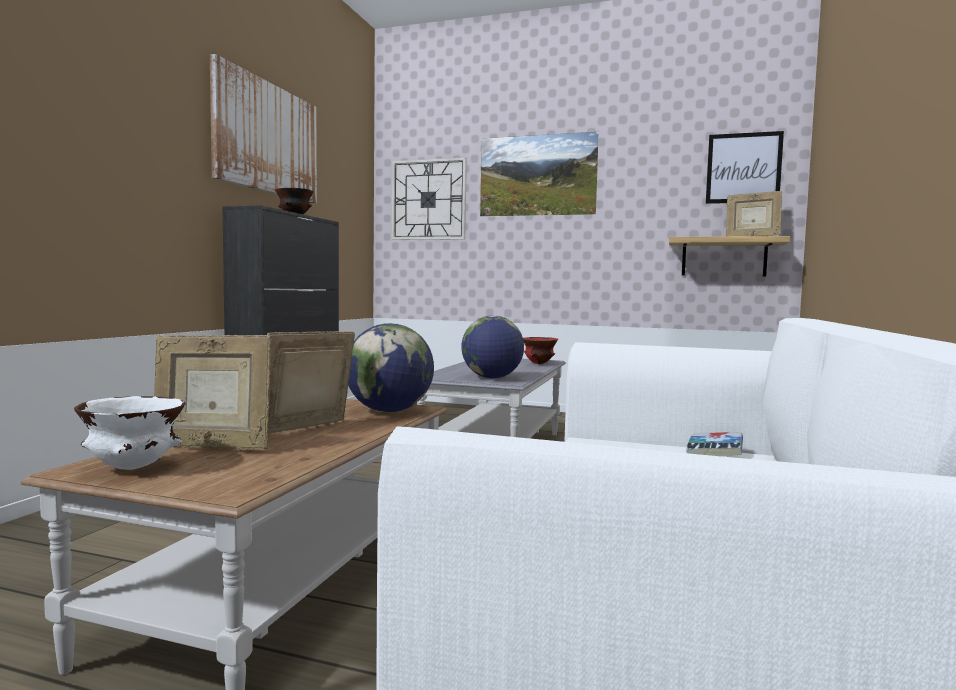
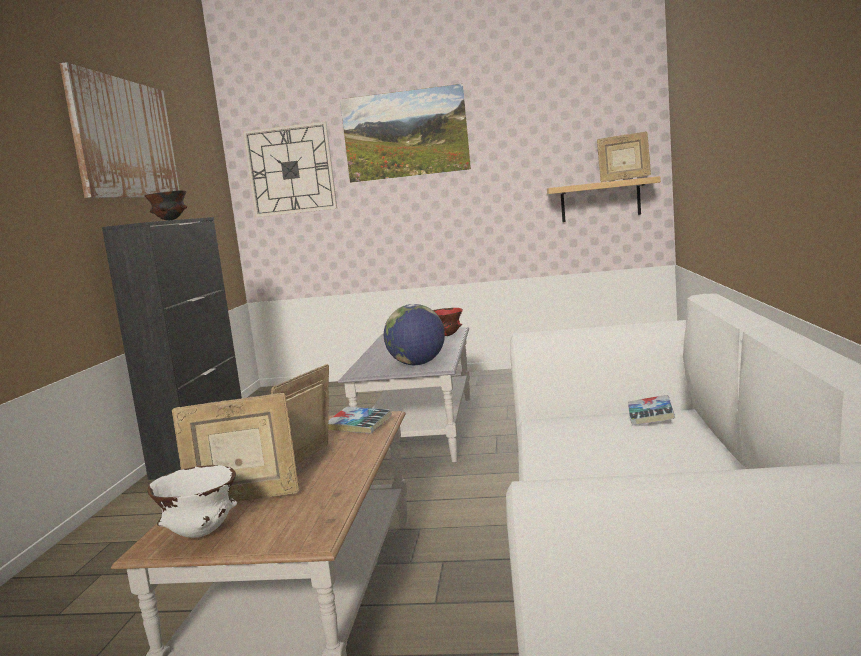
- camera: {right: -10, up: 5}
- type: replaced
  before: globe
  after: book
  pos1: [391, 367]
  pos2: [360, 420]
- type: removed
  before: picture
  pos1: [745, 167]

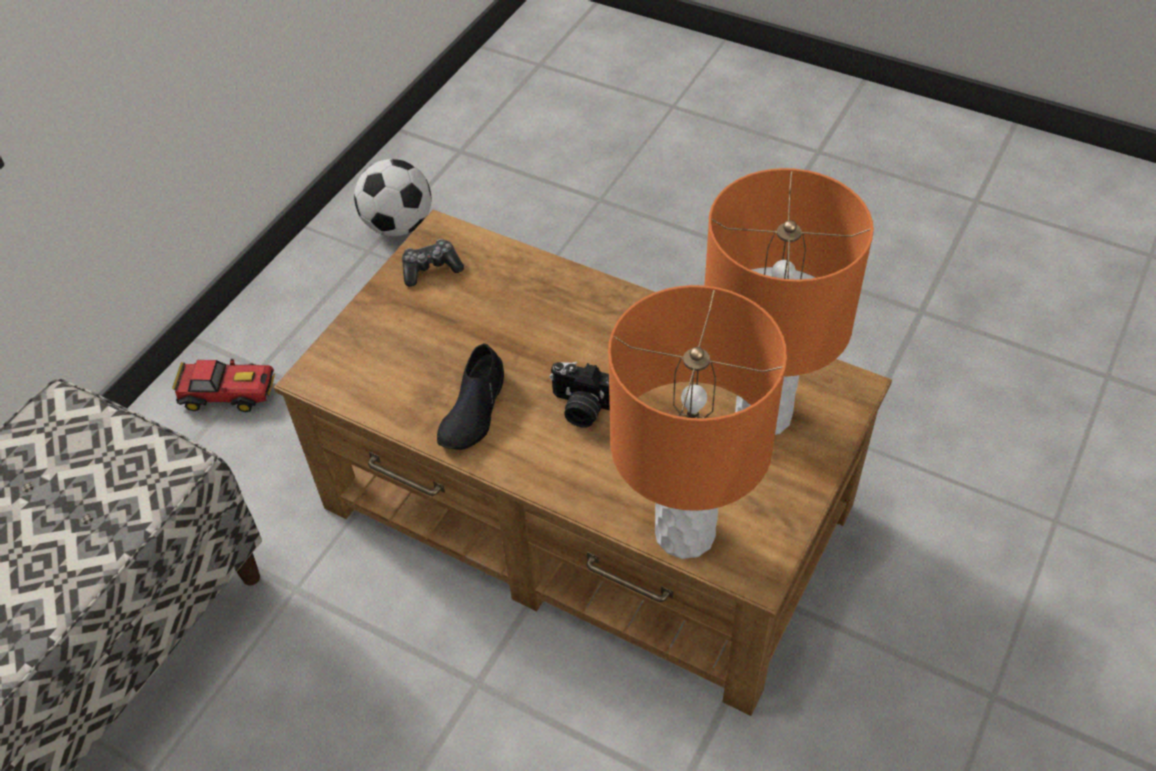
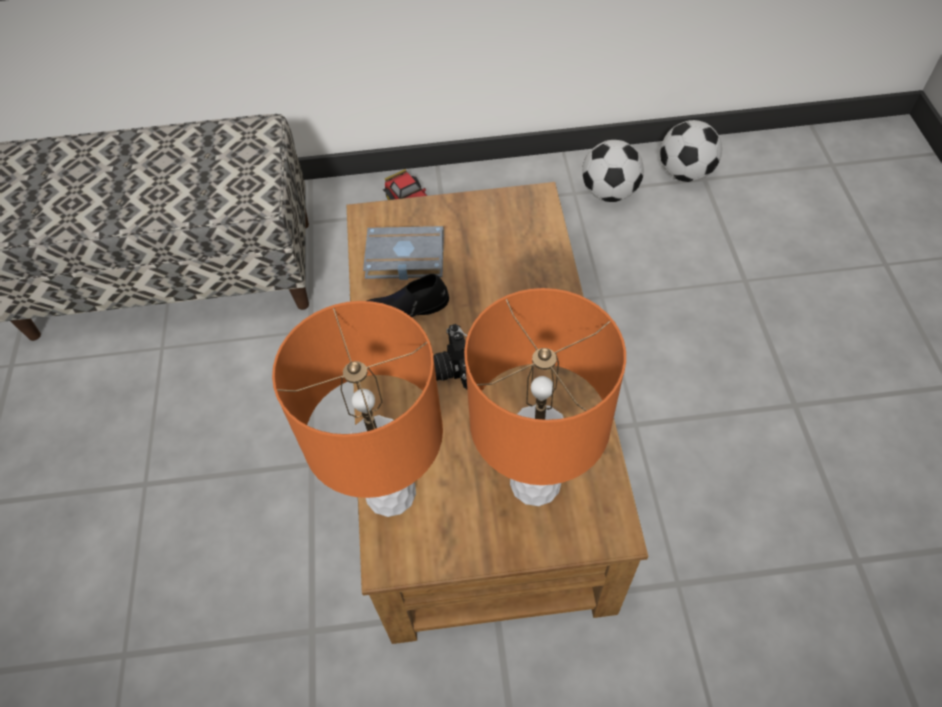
- camera: {right: 55, up: 5}
- type: added
  after: book in grey
  pos2: [403, 253]
- type: added
  after: football
  pos2: [691, 151]
- type: removed
  before: game controller
  pos1: [433, 263]

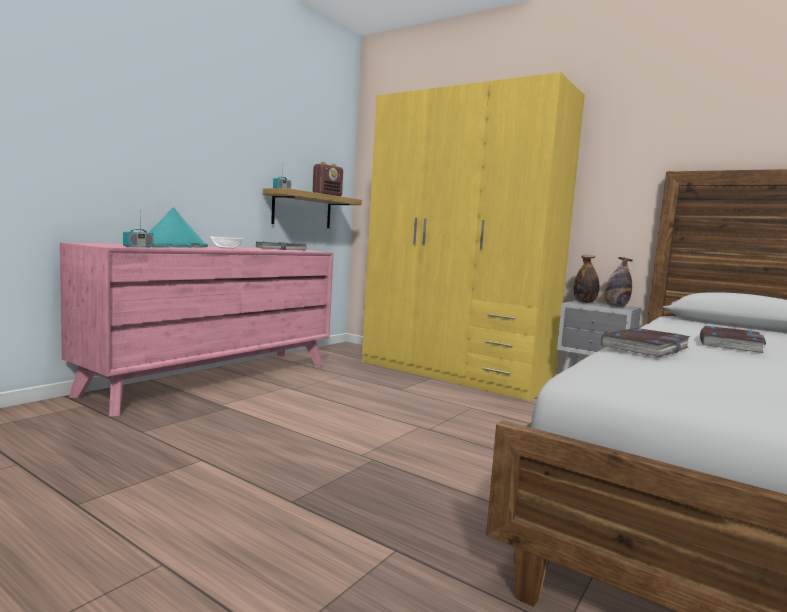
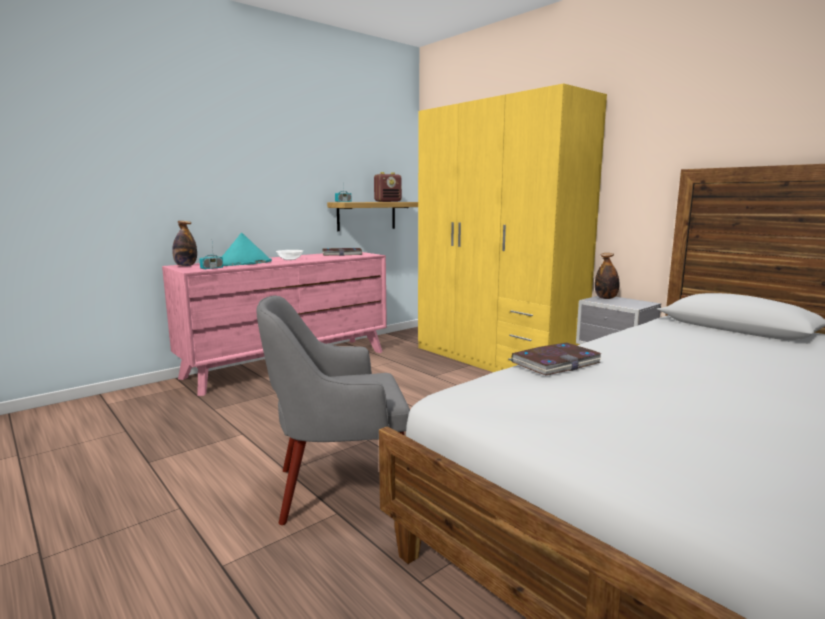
- camera: {right: 15, up: 5}
- type: moved
  before: bottle
  pos1: [618, 282]
  pos2: [184, 243]
- type: added
  after: armchair in grey
  pos2: [333, 410]
- type: removed
  before: book
  pos1: [733, 339]

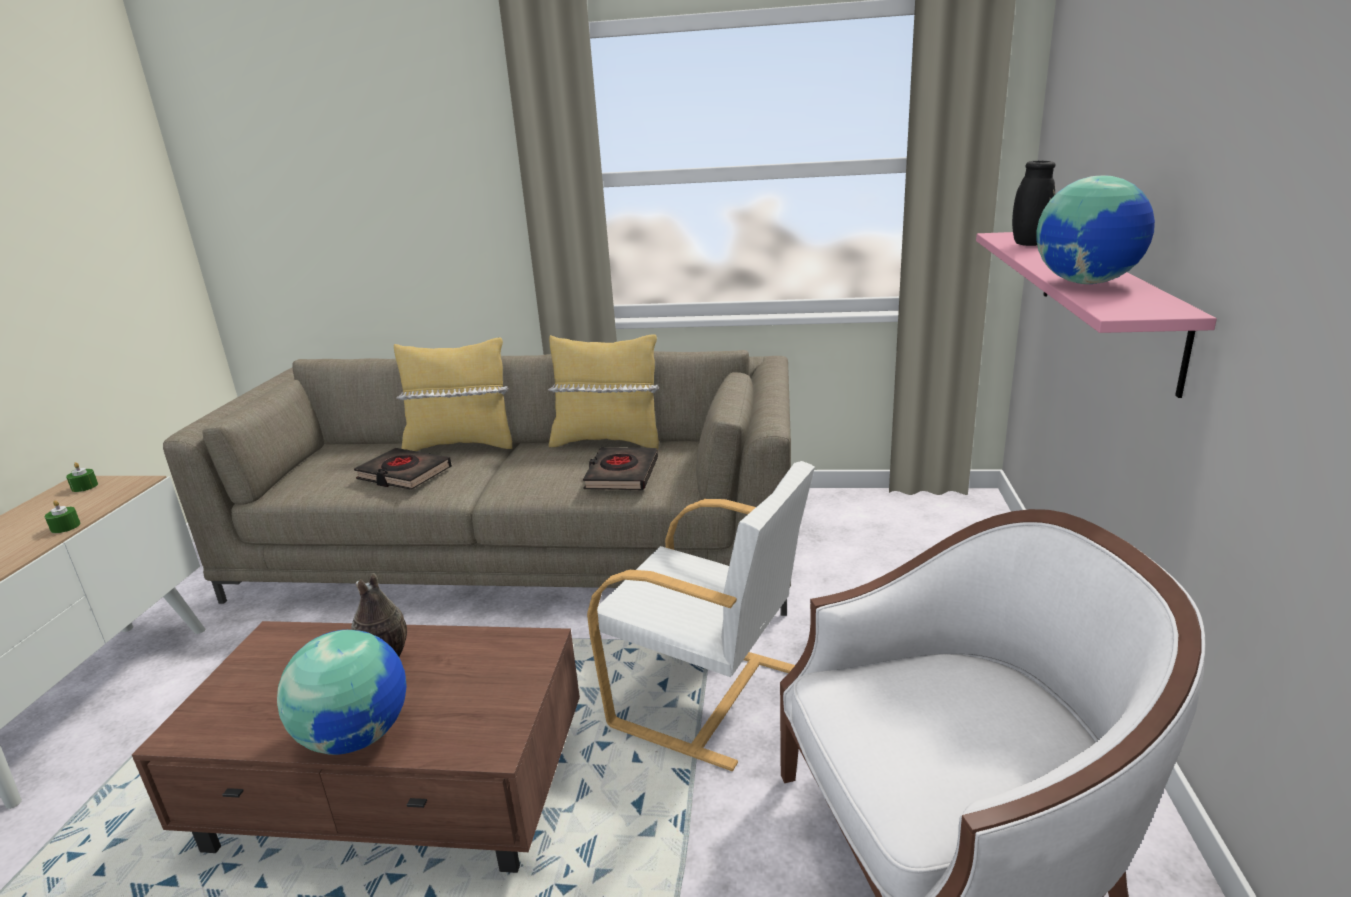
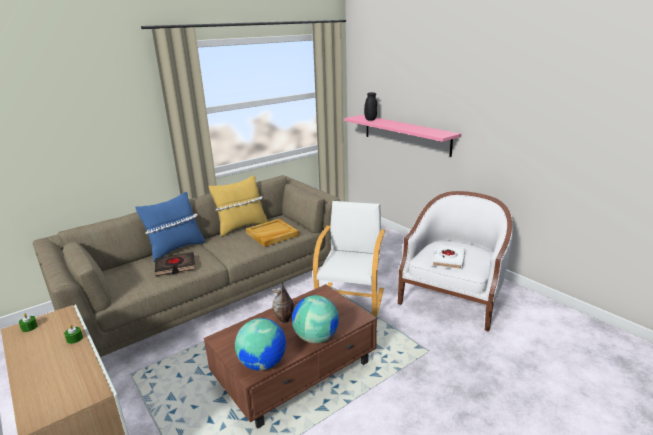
- camera: {right: -45, up: 0}
- type: recoloured
  before: pillow in yellow
  after: pillow in blue
  pos1: [453, 394]
  pos2: [170, 227]
- type: moved
  before: globe
  pos1: [1095, 230]
  pos2: [260, 344]
- type: replaced
  before: book in black
  after: tray in beige
  pos1: [620, 468]
  pos2: [272, 233]
- type: turned
  before: armchair in white
  pos1: [701, 616]
  pos2: [349, 258]
  turn: -60
- type: added
  after: book in white
  pos2: [448, 257]

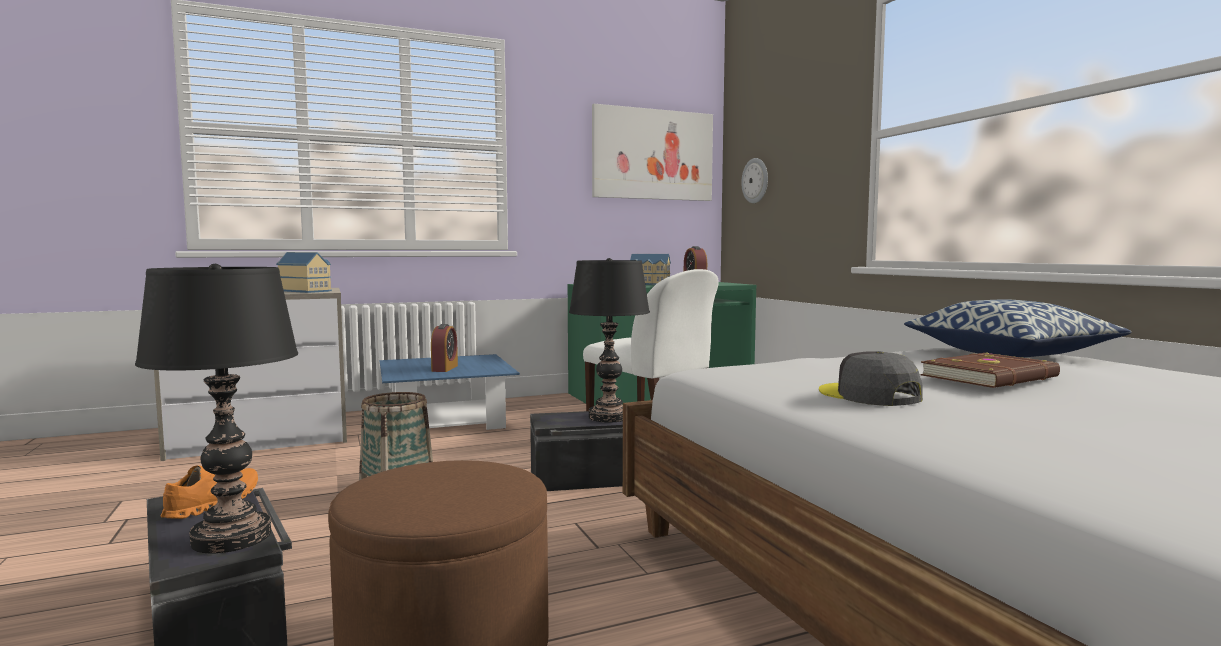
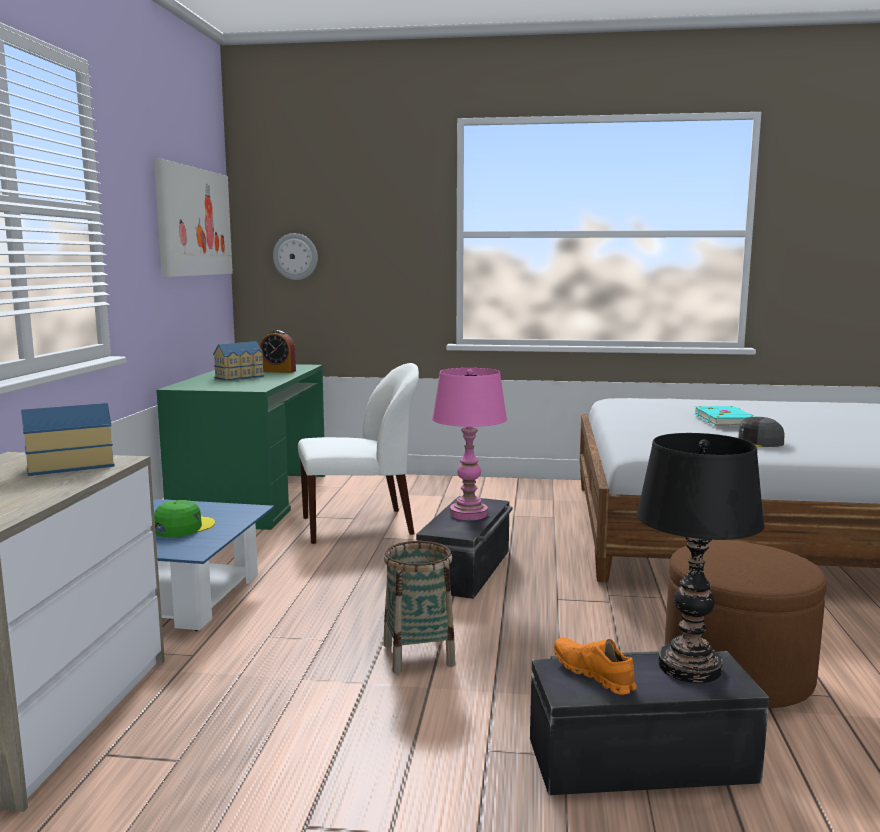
- camera: {right: -60, up: 5}
- type: replaced
  before: alarm clock
  after: cap in green
  pos1: [444, 348]
  pos2: [184, 518]
- type: recoloured
  before: table lamp in black
  after: table lamp in pink
  pos1: [609, 340]
  pos2: [469, 444]
- type: recoloured
  before: book in brown
  after: book in turquoise
  pos1: [990, 370]
  pos2: [724, 416]
- type: removed
  before: pillow
  pos1: [1018, 328]

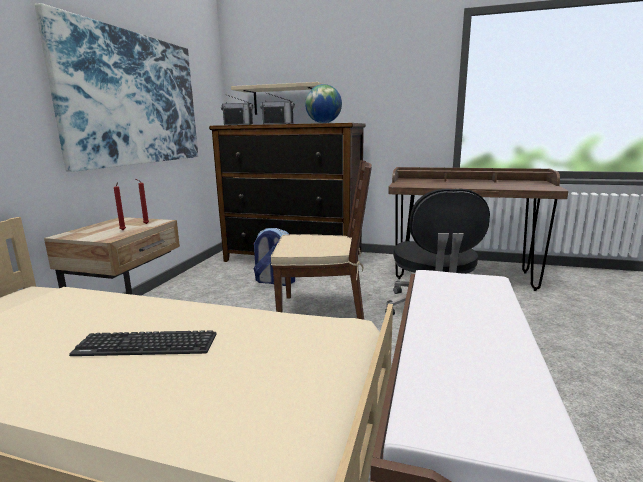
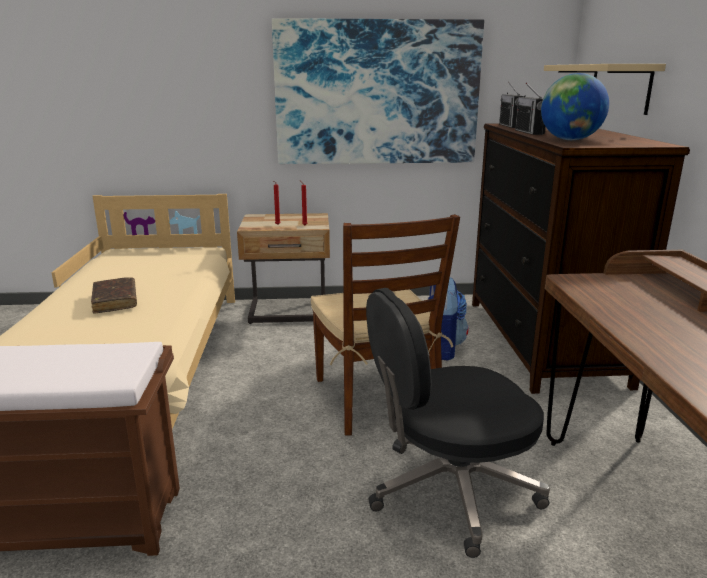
- camera: {right: 70, up: 5}
- type: replaced
  before: keyboard
  after: book in brown
  pos1: [143, 343]
  pos2: [114, 296]

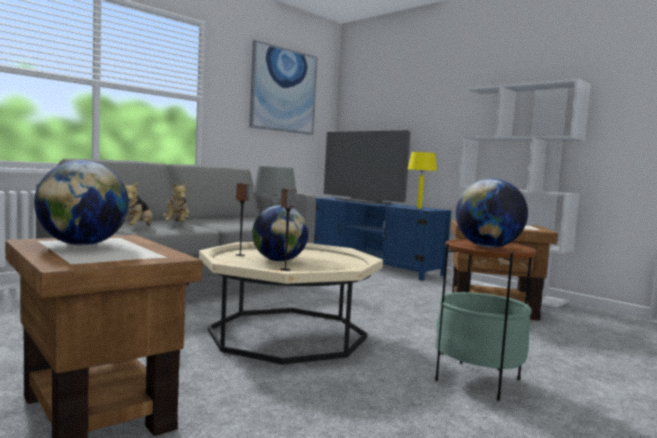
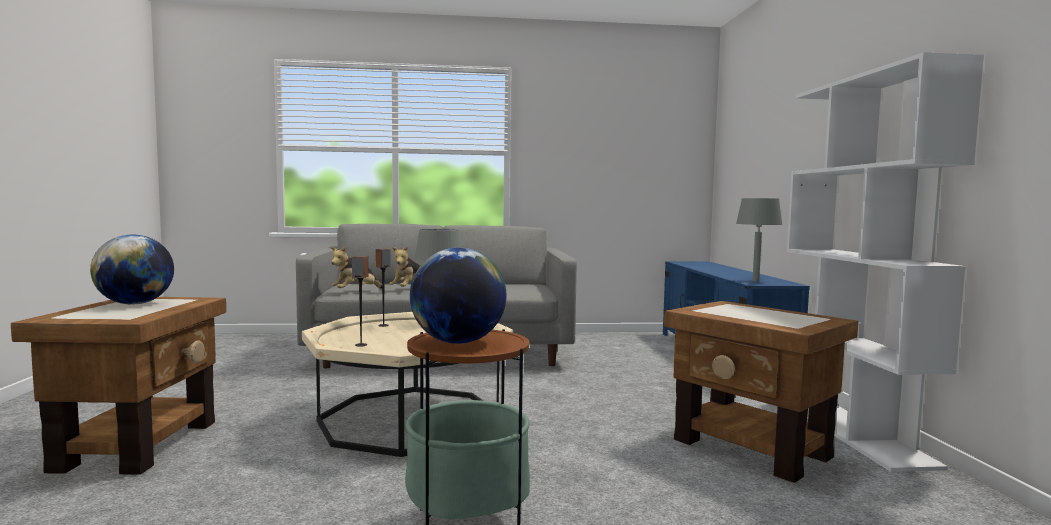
- camera: {right: 40, up: 0}
- type: recoloured
  before: table lamp in yellow
  after: table lamp in grey
  pos1: [422, 180]
  pos2: [759, 239]
- type: removed
  before: picture
  pos1: [283, 87]
- type: removed
  before: globe
  pos1: [280, 233]
- type: removed
  before: television
  pos1: [367, 167]

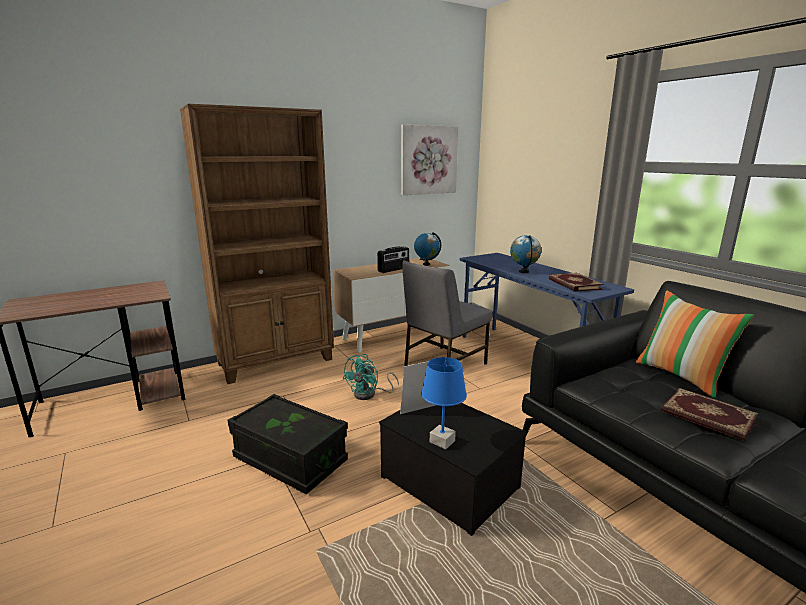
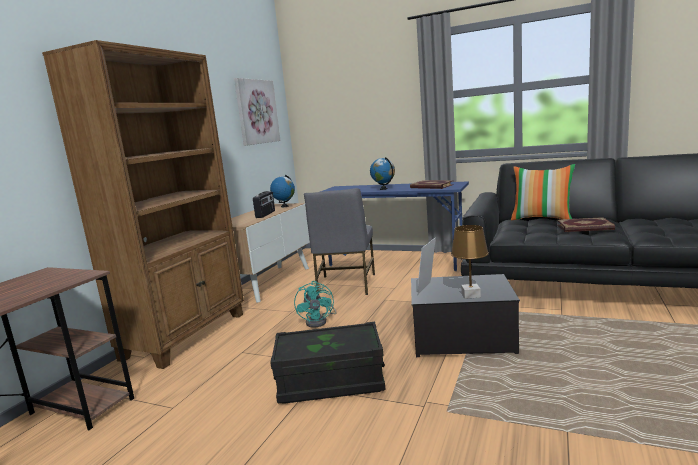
- camera: {right: -35, up: -5}
- type: recoloured
  before: table lamp in blue
  after: table lamp in brown
  pos1: [444, 403]
  pos2: [470, 262]

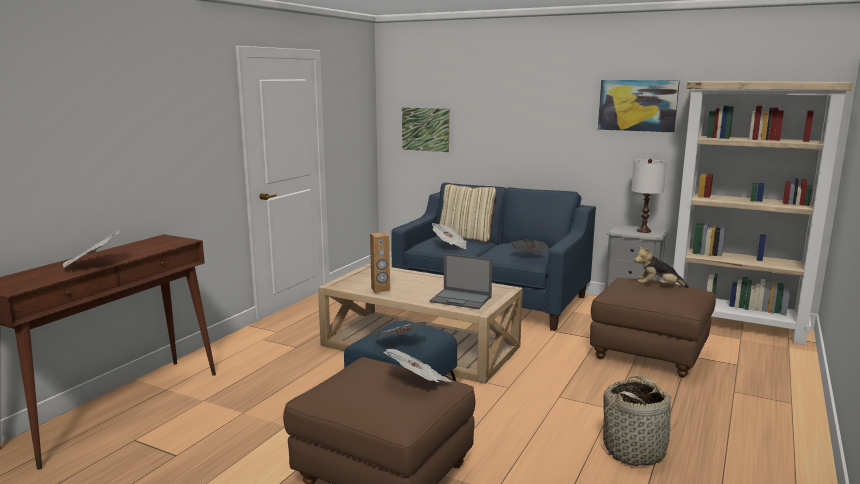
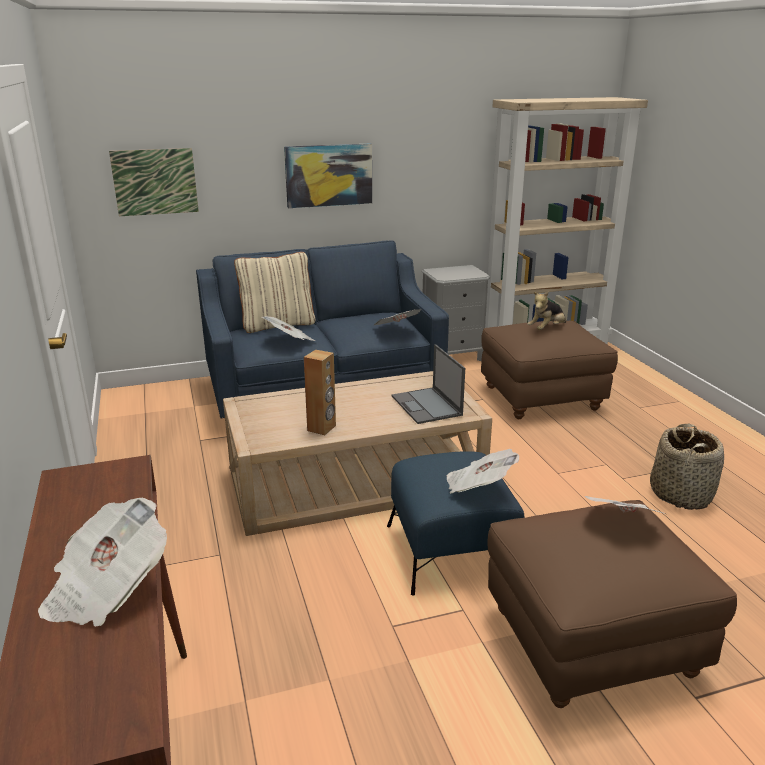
- camera: {right: -45, up: 10}
- type: moved
  before: picture
  pos1: [639, 106]
  pos2: [328, 175]
- type: turned
  before: laptop
  pos1: [460, 281]
  pos2: [428, 384]
  turn: 90
- type: removed
  before: table lamp in white
  pos1: [649, 196]

